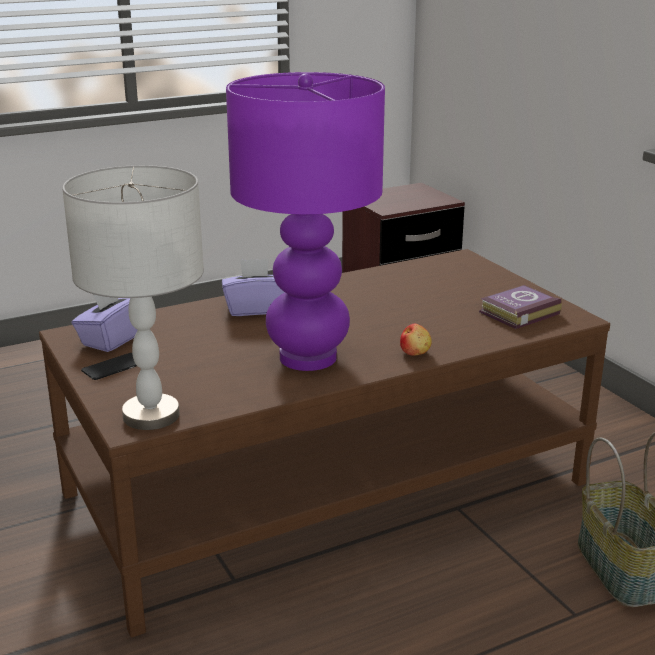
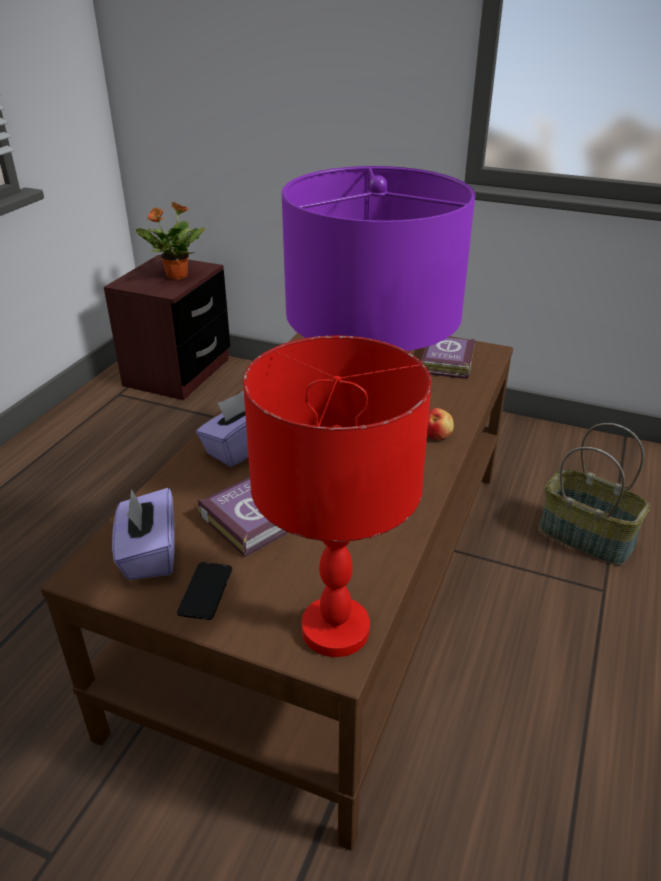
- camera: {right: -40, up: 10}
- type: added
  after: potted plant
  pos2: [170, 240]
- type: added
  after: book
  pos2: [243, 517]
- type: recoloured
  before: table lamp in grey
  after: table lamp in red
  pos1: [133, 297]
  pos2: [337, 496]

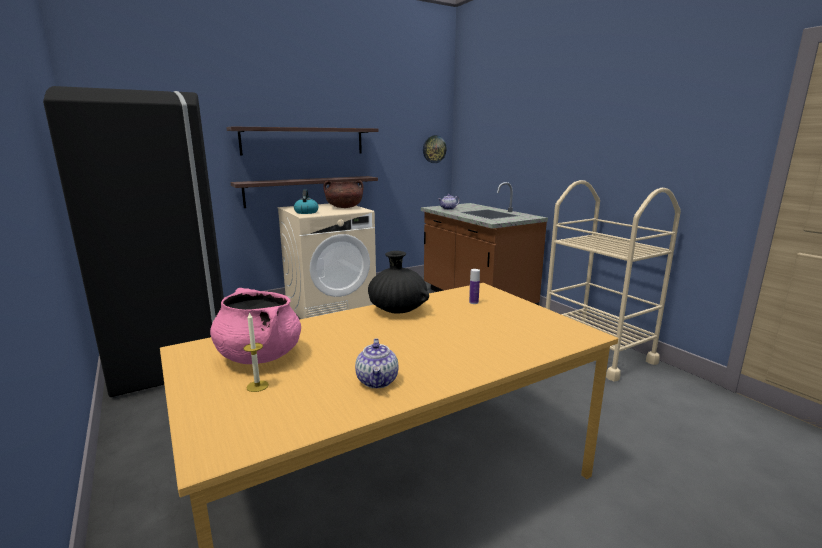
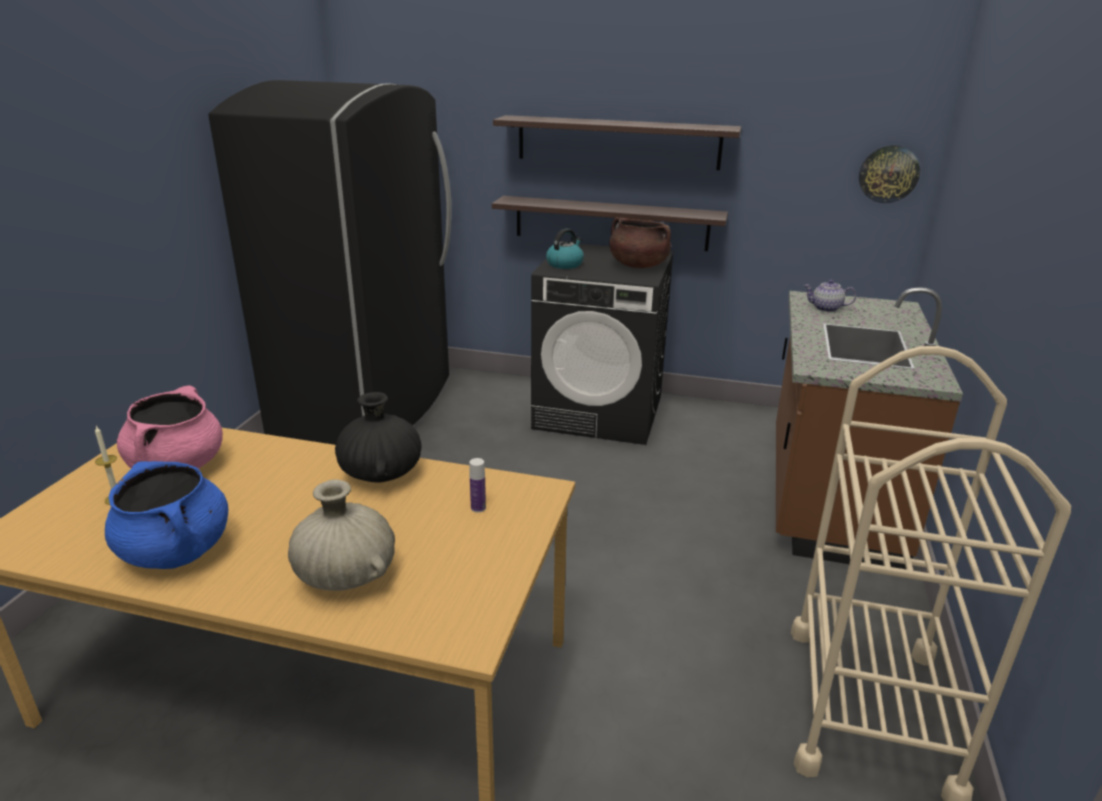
- camera: {right: 45, up: 10}
- type: replaced
  before: teapot
  after: cooking pot in blue
  pos1: [376, 363]
  pos2: [167, 515]
- type: added
  after: vase in beige
  pos2: [341, 535]
- type: recoloured
  before: washing machine in beige
  after: washing machine in black
  pos1: [326, 261]
  pos2: [602, 344]

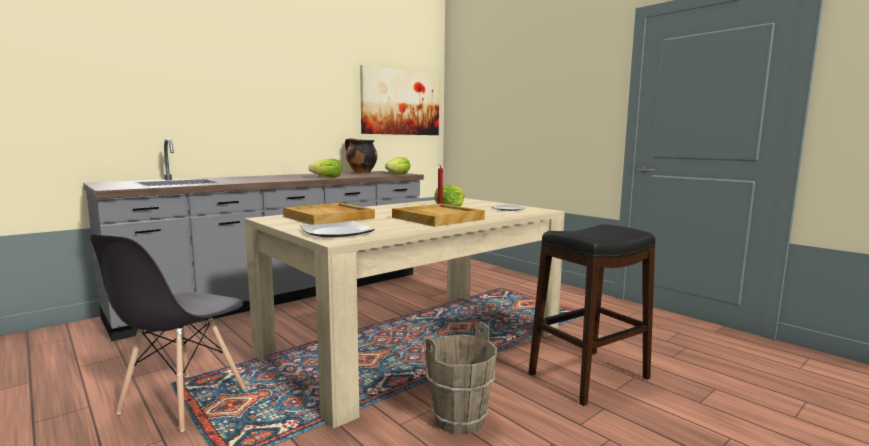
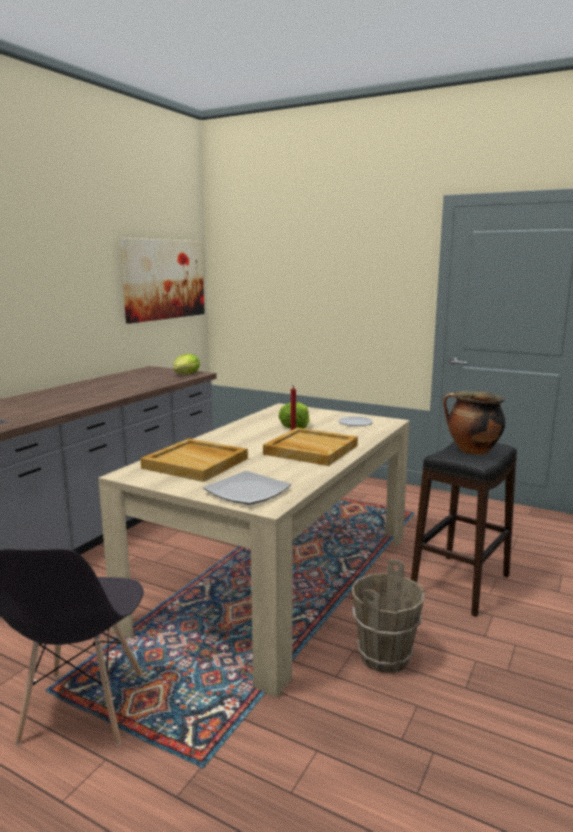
- camera: {right: -20, up: 5}
- type: moved
  before: cooking pot
  pos1: [361, 155]
  pos2: [474, 423]
- type: removed
  before: lettuce
  pos1: [325, 168]

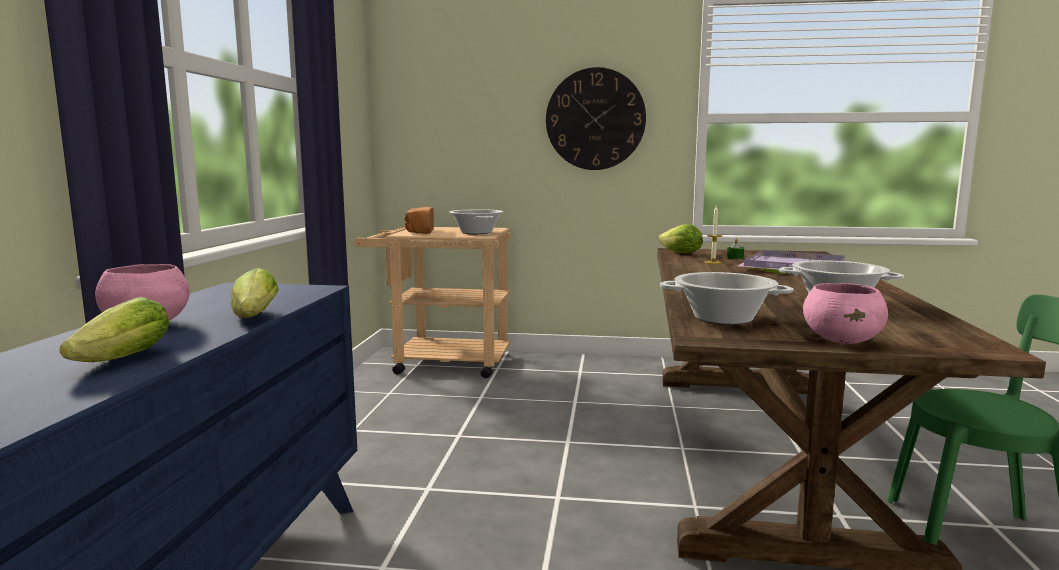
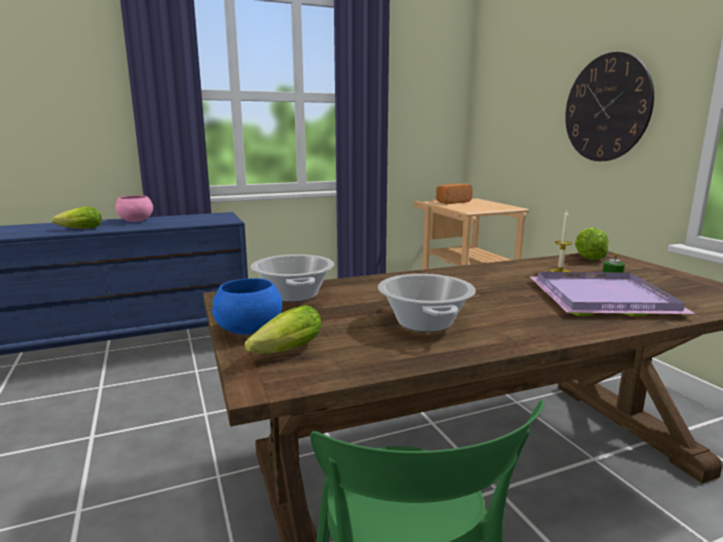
- camera: {right: 60, up: 5}
- type: recoloured
  before: bowl in pink
  after: bowl in blue
  pos1: [845, 313]
  pos2: [247, 306]
- type: moved
  before: lettuce
  pos1: [254, 293]
  pos2: [282, 329]
- type: removed
  before: cooking pot
  pos1: [476, 221]

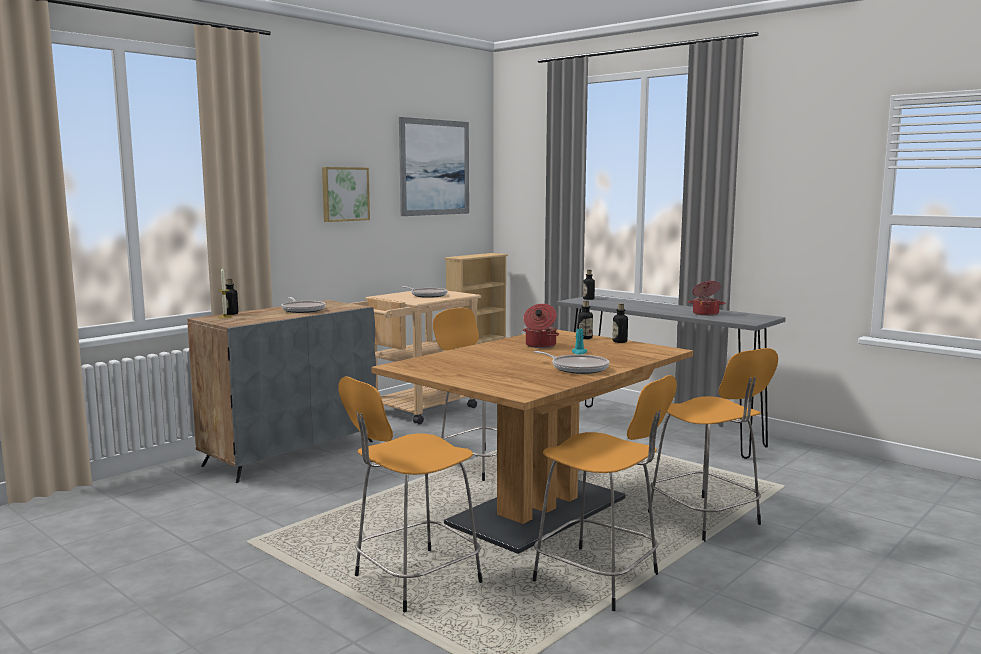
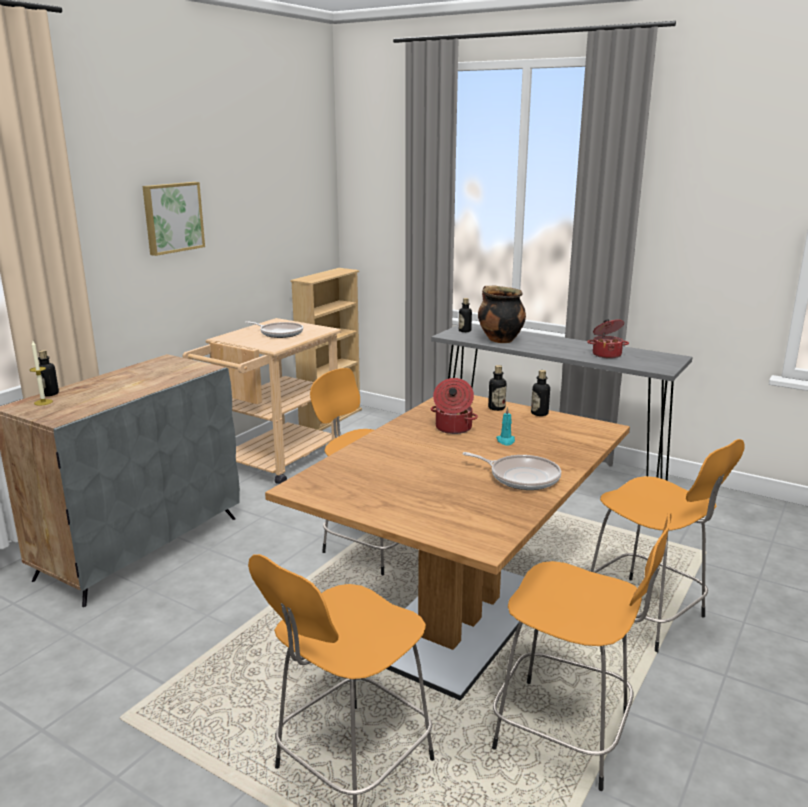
- camera: {right: -10, up: 10}
- type: added
  after: cooking pot
  pos2: [502, 314]
- type: removed
  before: frying pan
  pos1: [303, 305]
- type: removed
  before: picture
  pos1: [434, 166]

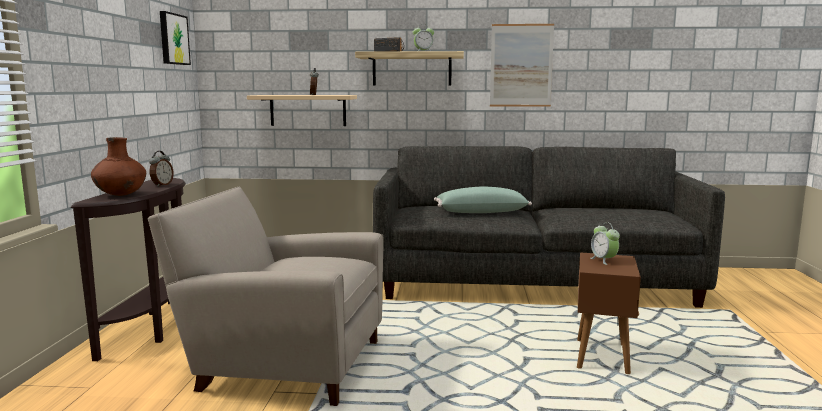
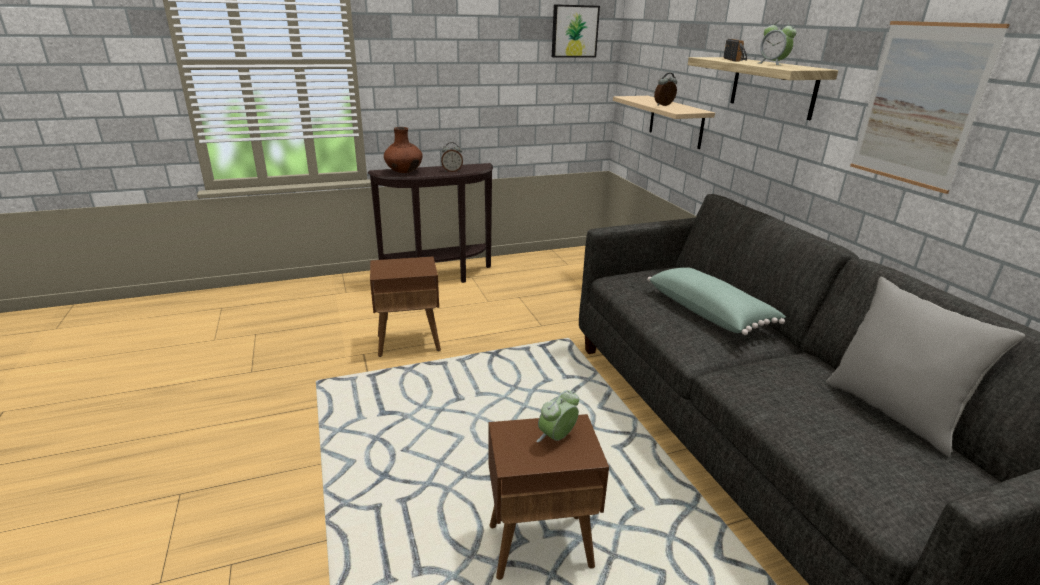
- camera: {right: 65, up: 15}
- type: replaced
  before: armchair in beige
  after: side table in brown
  pos1: [266, 296]
  pos2: [405, 307]
- type: added
  after: pillow in grey
  pos2: [925, 366]

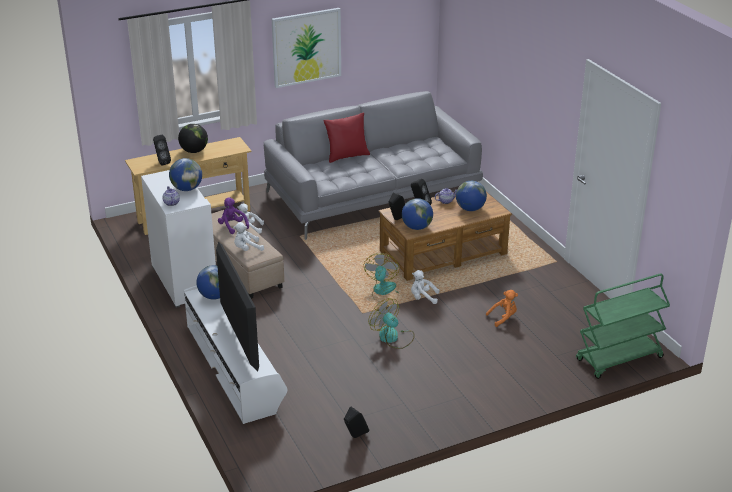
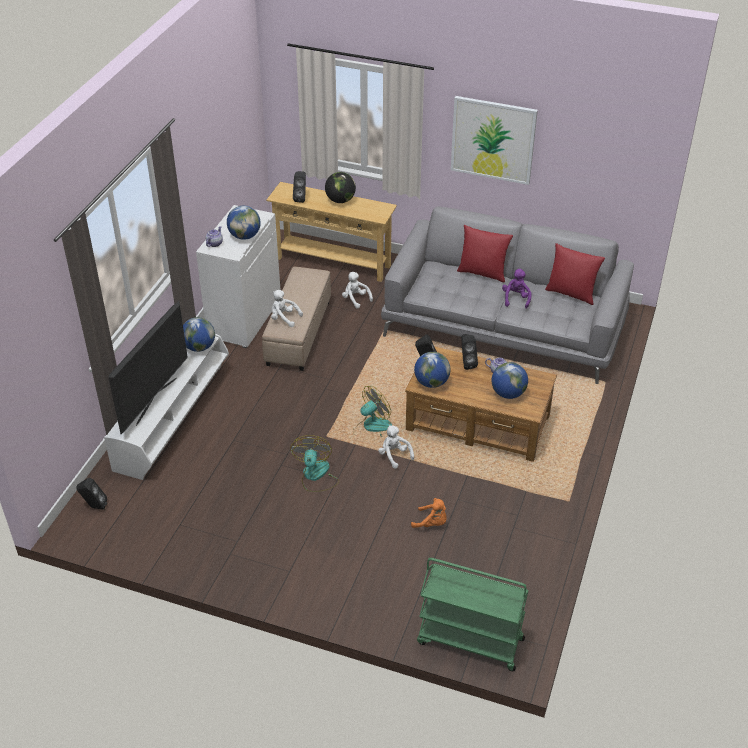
- camera: {right: 45, up: 10}
- type: moved
  before: speaker in black
  pos1: [356, 422]
  pos2: [91, 494]
- type: moved
  before: plush toy in purple
  pos1: [233, 215]
  pos2: [517, 289]
- type: added
  after: pillow in red
  pos2: [575, 274]

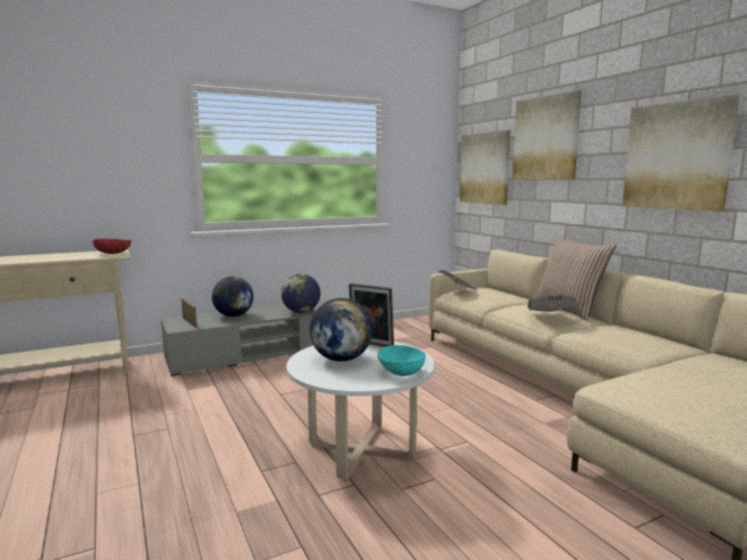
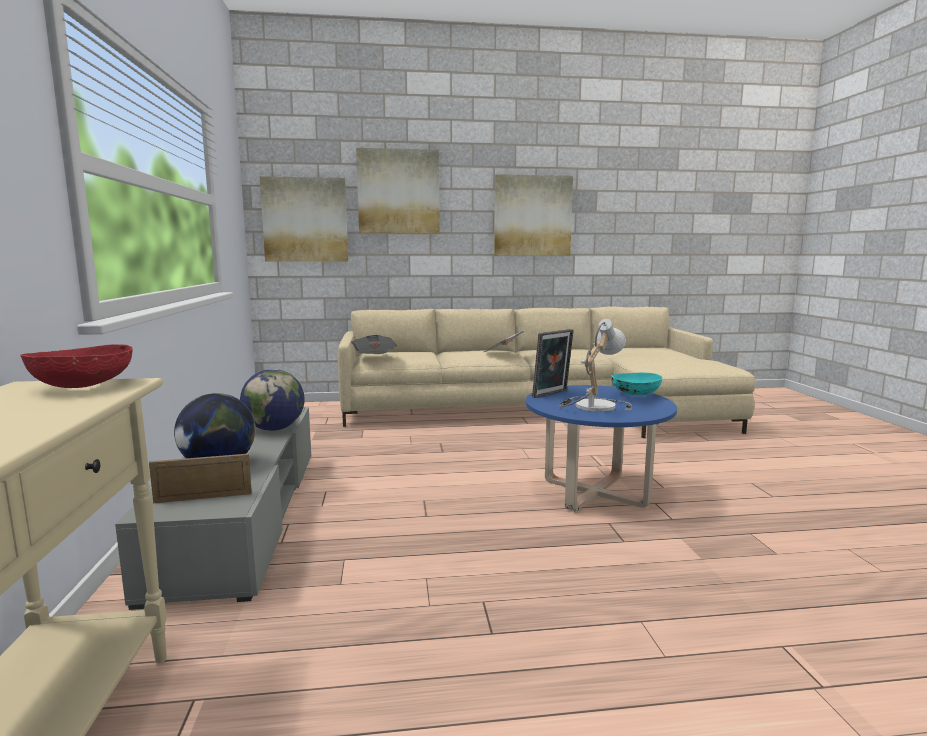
- camera: {right: -70, up: 0}
- type: recoloured
  before: coffee table in white
  after: coffee table in blue
  pos1: [360, 410]
  pos2: [601, 448]
- type: replaced
  before: globe
  after: table lamp
  pos1: [341, 329]
  pos2: [595, 365]
- type: removed
  before: pillow
  pos1: [574, 279]

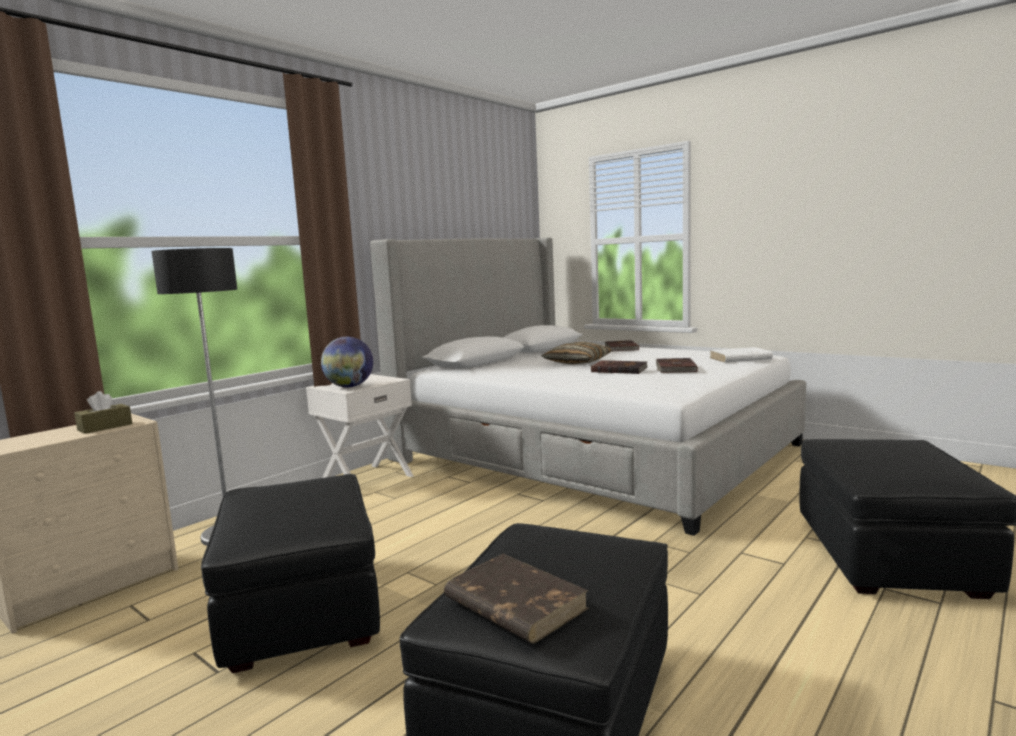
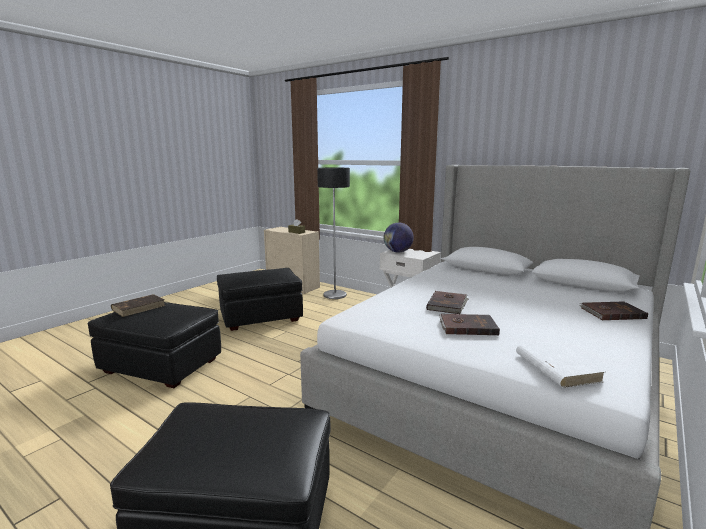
- camera: {right: 85, up: 5}
- type: removed
  before: pillow
  pos1: [577, 353]

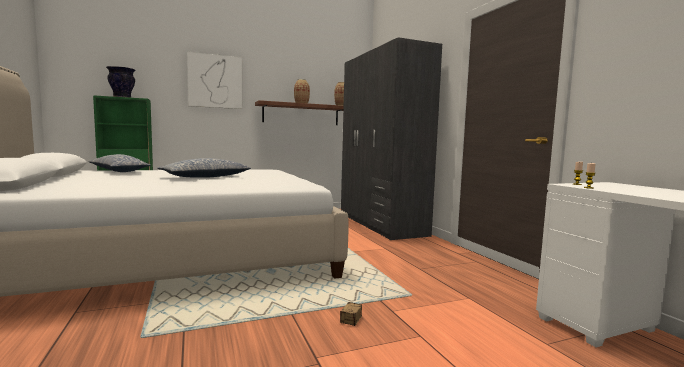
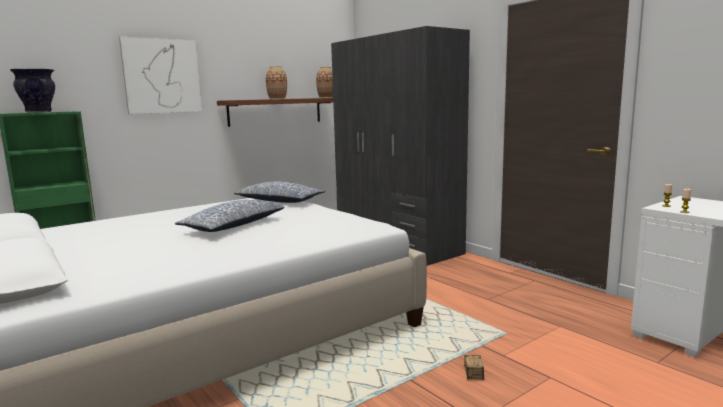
- camera: {right: -15, up: 5}
- type: moved
  before: pillow
  pos1: [119, 163]
  pos2: [279, 192]

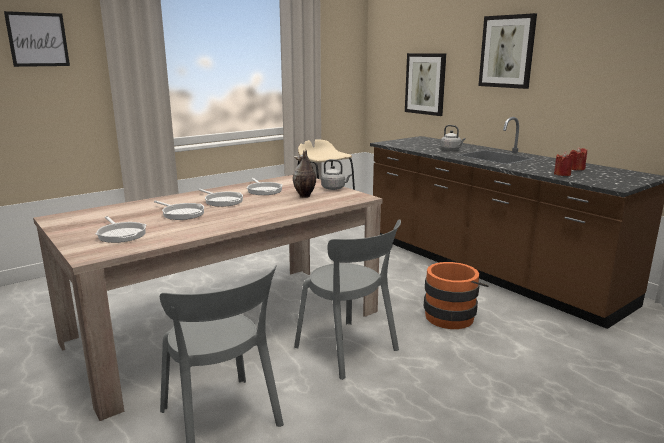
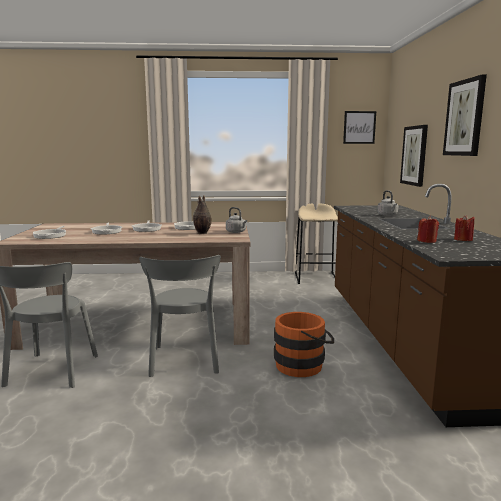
- camera: {right: 35, up: -5}
- type: moved
  before: picture
  pos1: [37, 39]
  pos2: [359, 127]

